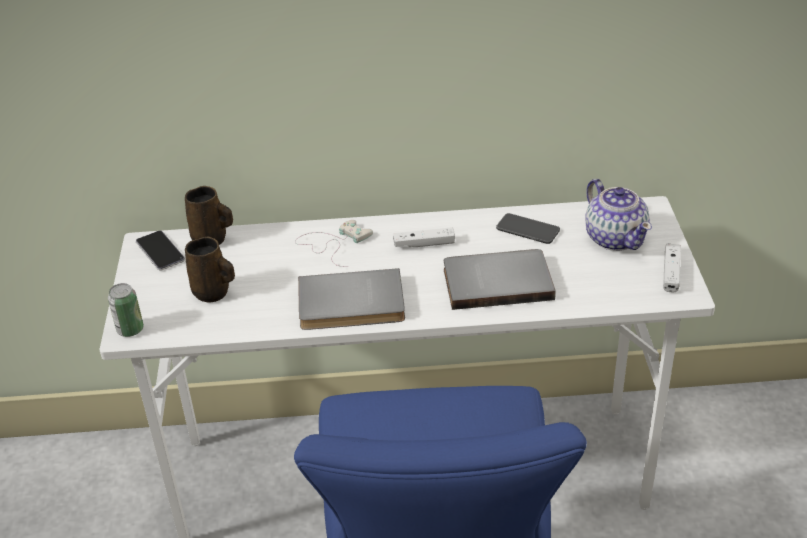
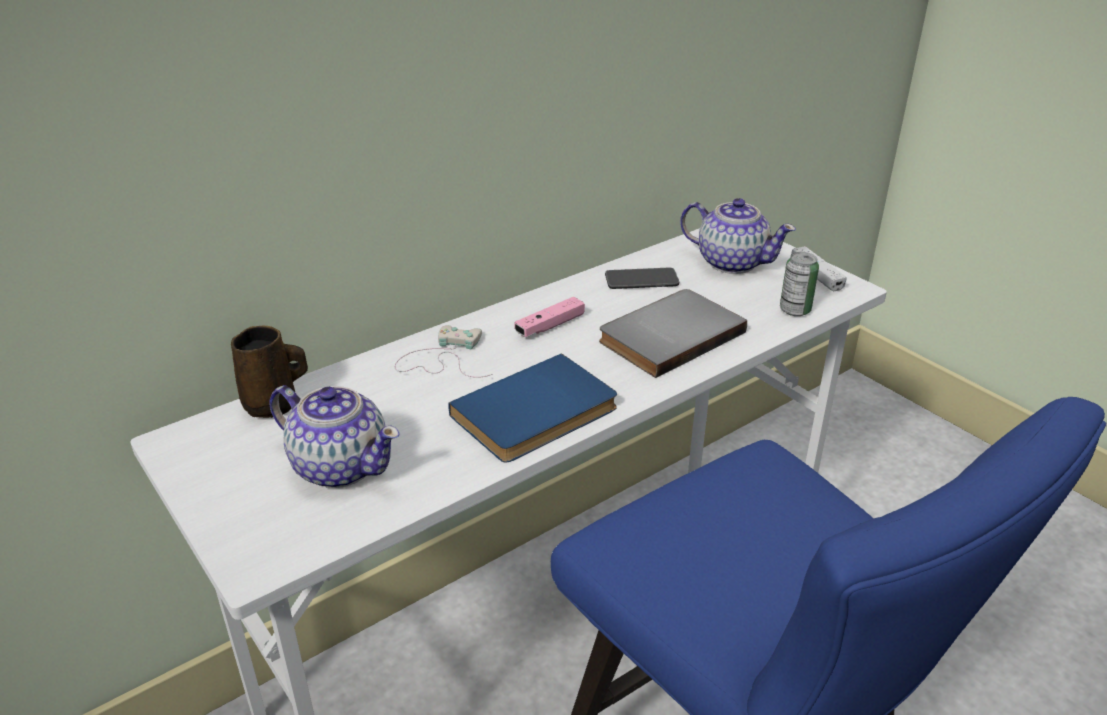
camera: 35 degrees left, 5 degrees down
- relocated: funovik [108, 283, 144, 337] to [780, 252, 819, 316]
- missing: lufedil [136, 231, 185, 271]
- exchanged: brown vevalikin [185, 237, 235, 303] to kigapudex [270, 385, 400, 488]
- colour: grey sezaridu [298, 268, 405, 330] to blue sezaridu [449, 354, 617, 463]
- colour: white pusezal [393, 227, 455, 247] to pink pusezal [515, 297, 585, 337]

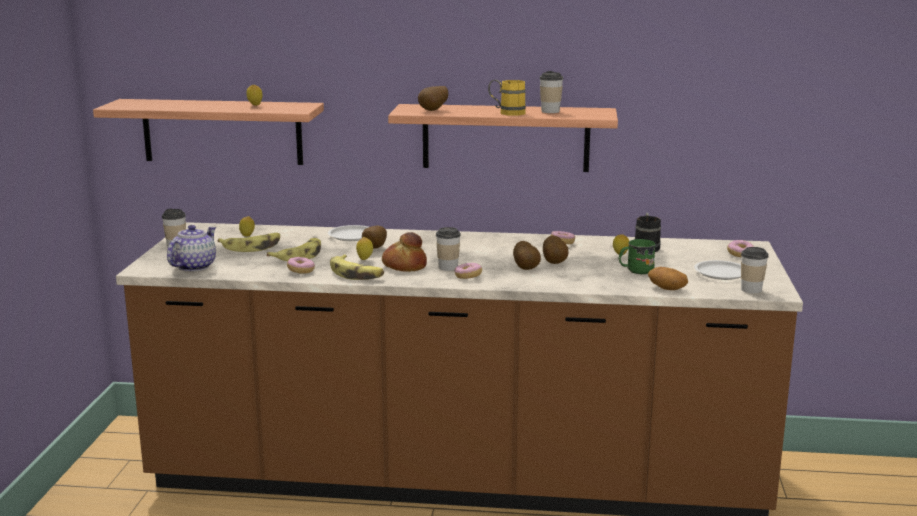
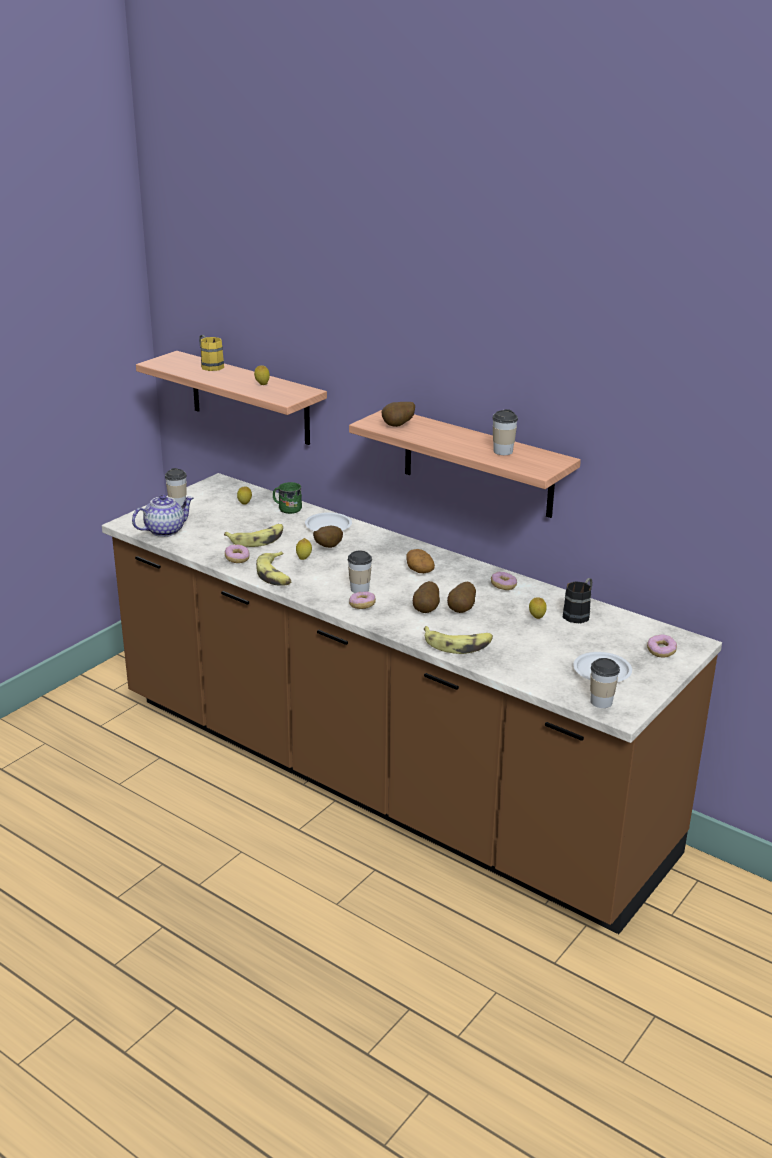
camera: 30 degrees right, 10 degrees up
- relocated: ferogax [218, 233, 280, 252] to [424, 626, 493, 654]
- missing: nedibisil [382, 232, 427, 272]
- relocated: yellow vevalikin [488, 80, 526, 116] to [199, 335, 224, 371]
- relocated: green vevalikin [618, 239, 656, 274] to [273, 482, 302, 514]
- relocated: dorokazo [648, 267, 688, 290] to [406, 549, 435, 573]

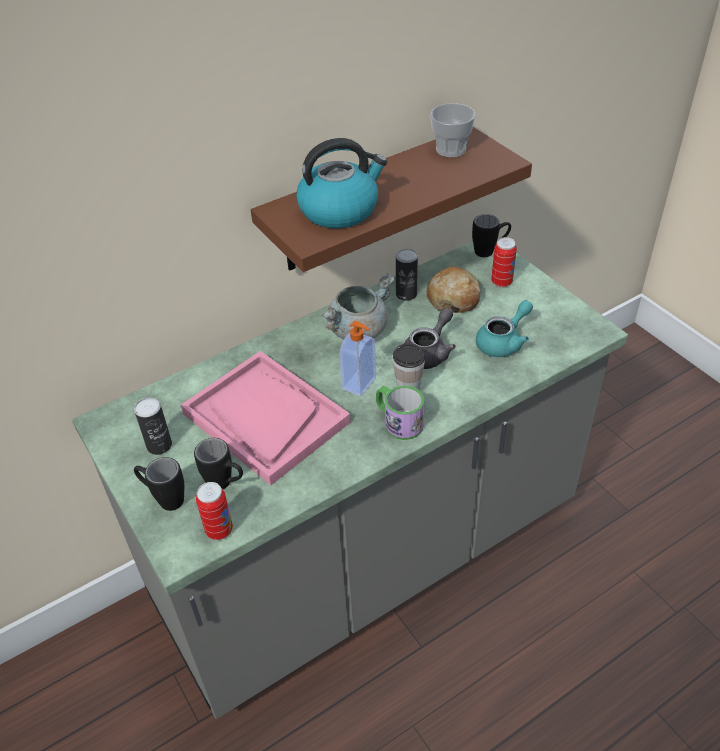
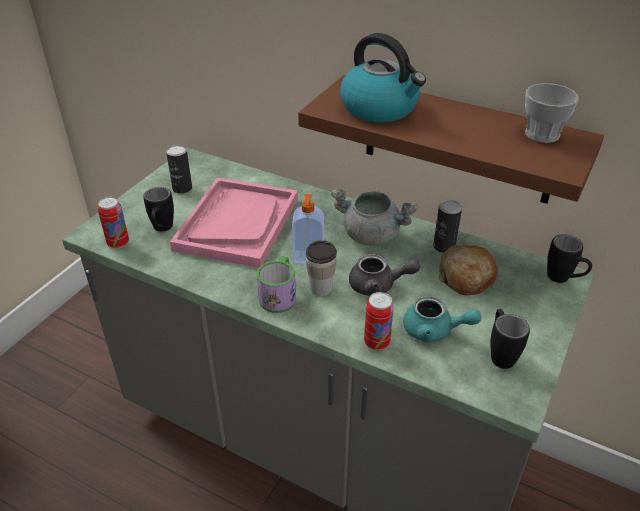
camera: 60 degrees right, 5 degrees down
- relocated: black vevalikin [134, 457, 184, 511] to [490, 309, 530, 369]
- relocated: funovik [491, 237, 517, 288] to [364, 292, 394, 350]

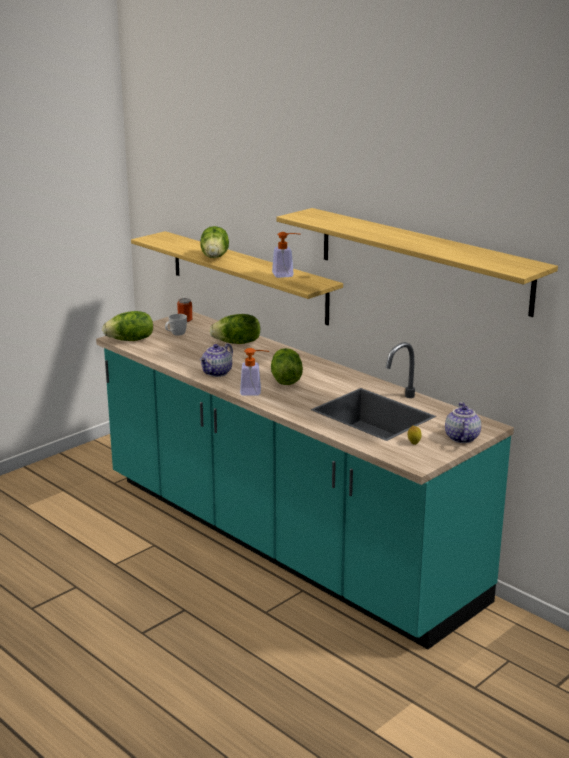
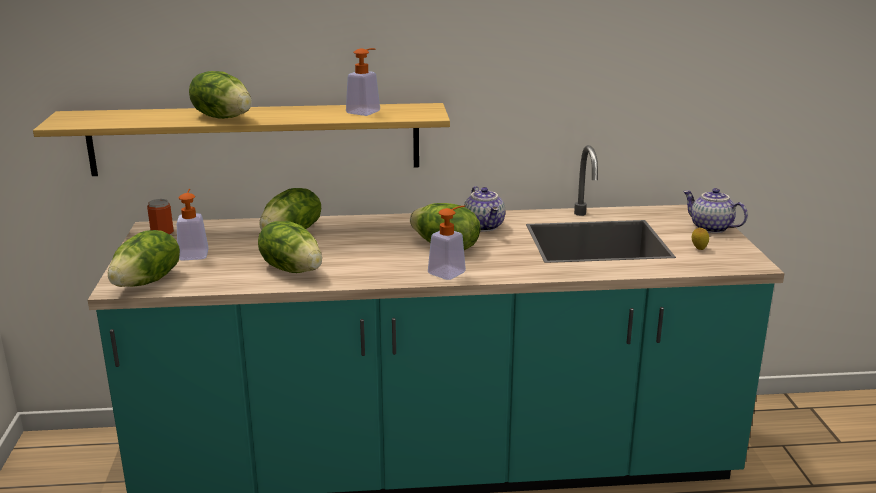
camera: 50 degrees left, 0 degrees up
- exchanged: white vevalikin [165, 314, 187, 336] to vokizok [177, 189, 209, 261]
- relocated: kigapudex [200, 343, 233, 377] to [464, 186, 505, 232]
- missing: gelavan [276, 208, 558, 317]
- appeared: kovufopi [258, 221, 322, 273]

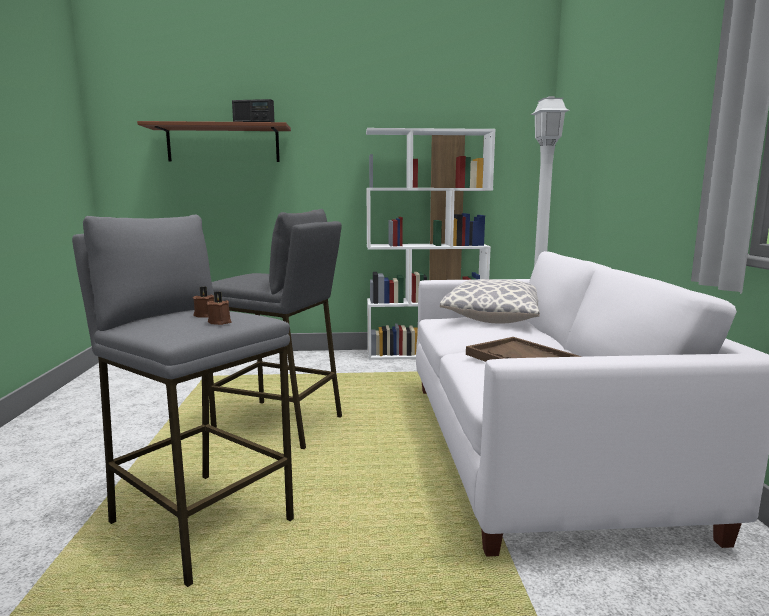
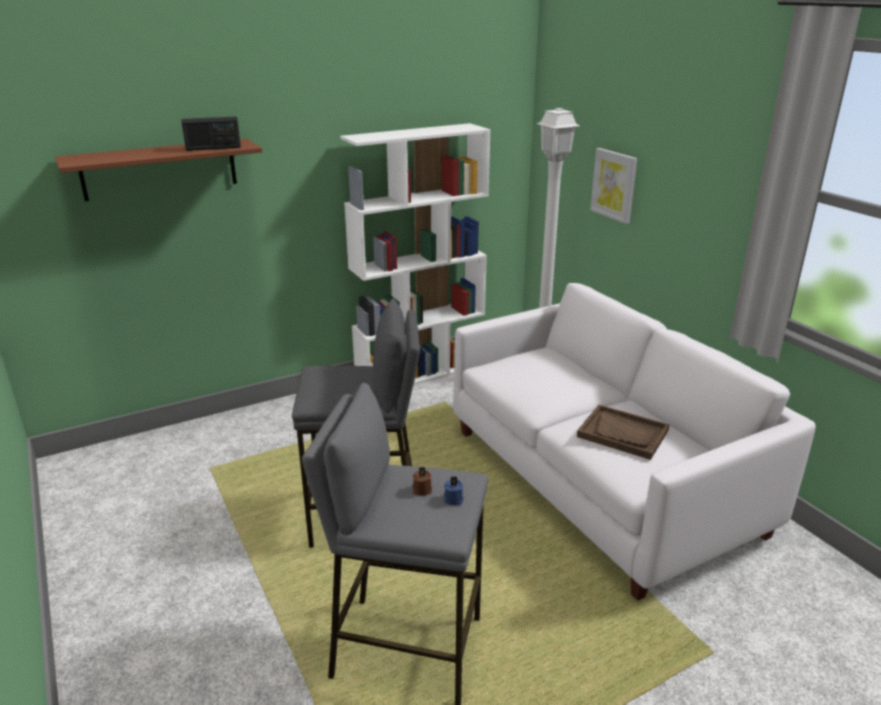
camera: 25 degrees left, 15 degrees up
- colour: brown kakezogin [207, 291, 232, 325] to blue kakezogin [443, 476, 464, 505]
- missing: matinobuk [440, 279, 540, 324]
- appeared: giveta [590, 148, 637, 224]

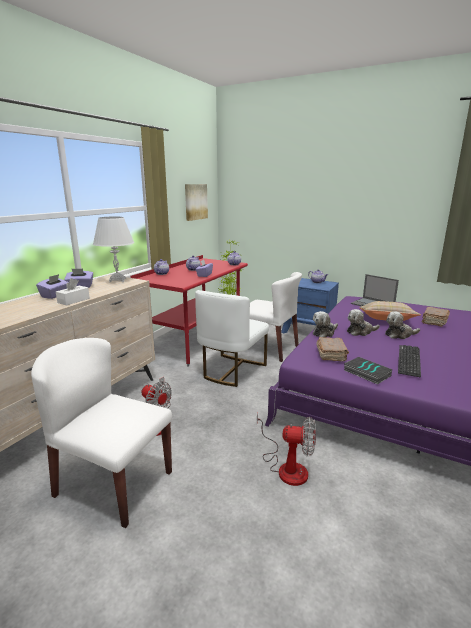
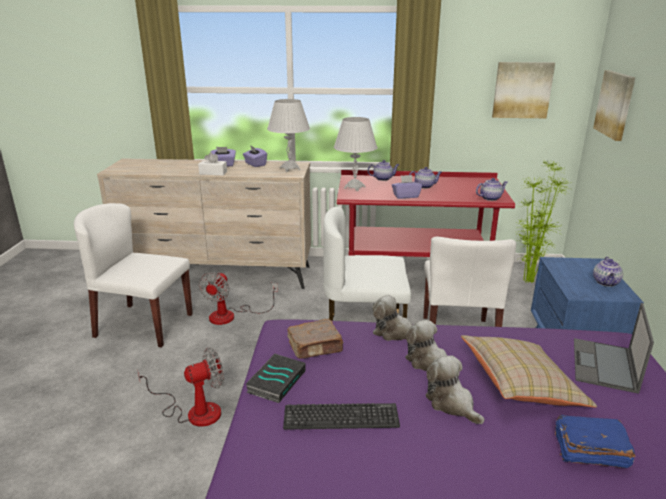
camera: 65 degrees right, 5 degrees up
- spun: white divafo [31, 338, 172, 528] = [74, 203, 193, 348] 75 degrees counterclockwise
- spun: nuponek [257, 413, 316, 486] = [137, 348, 224, 427] 105 degrees counterclockwise
- colour: brown sezaridu [422, 307, 450, 327] to blue sezaridu [555, 415, 635, 468]
- appeared: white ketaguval [334, 117, 378, 191]
- appeared: giveta [593, 70, 635, 141]

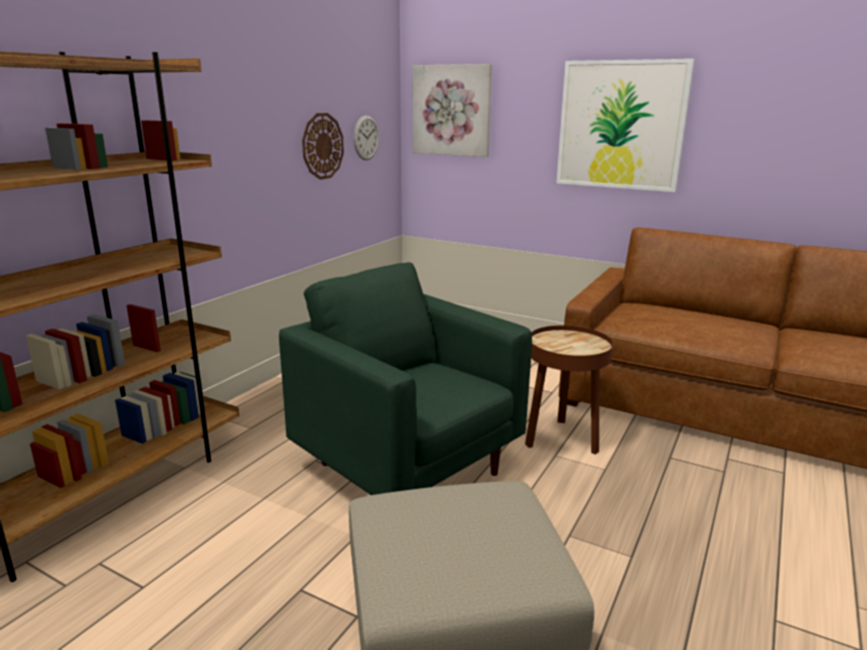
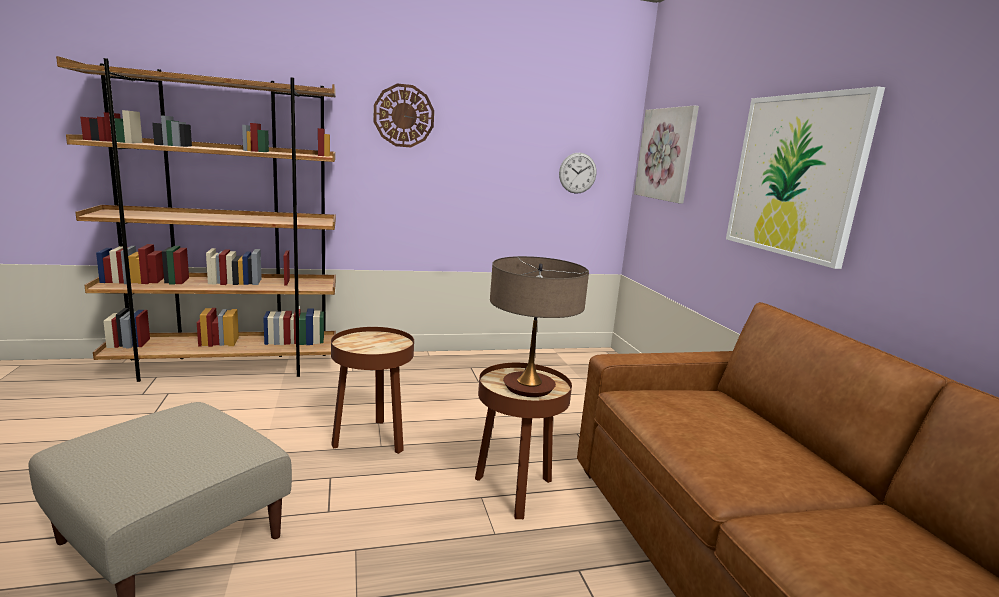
camera: 45 degrees right, 5 degrees down
- exchanged: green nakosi [279, 262, 532, 495] to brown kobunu [331, 327, 414, 454]
- relocated: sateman [302, 113, 344, 180] to [373, 83, 434, 147]
- appeared: ketaguval [490, 256, 589, 397]

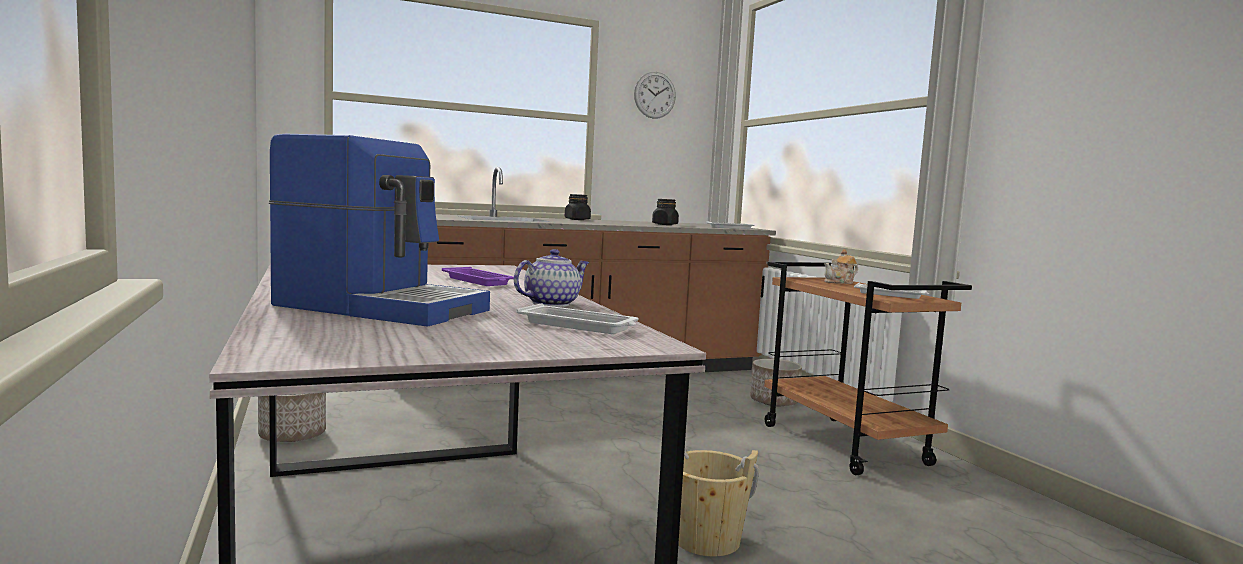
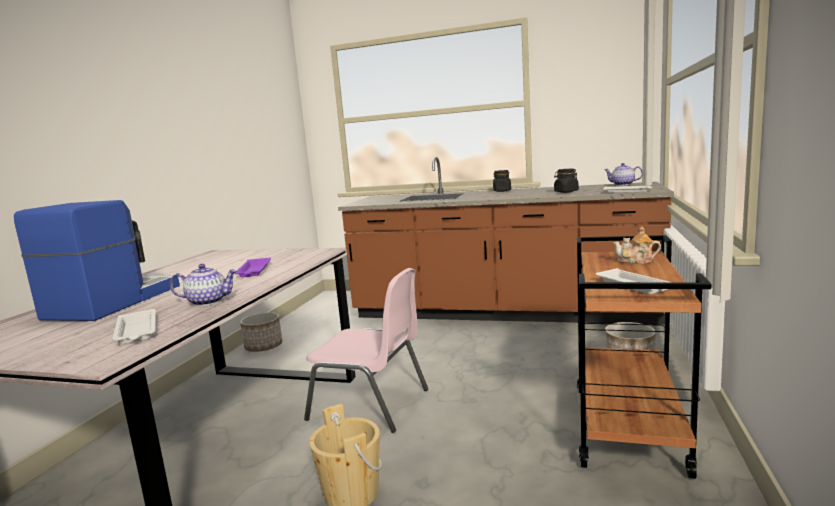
camera: 40 degrees right, 5 degrees up
- spun: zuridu [269, 134, 490, 327] = [14, 200, 180, 321] 135 degrees counterclockwise
- missing: sateman [634, 72, 676, 119]
- appeared: pink divafo [304, 268, 428, 433]
- appeared: kigapudex [605, 163, 643, 186]

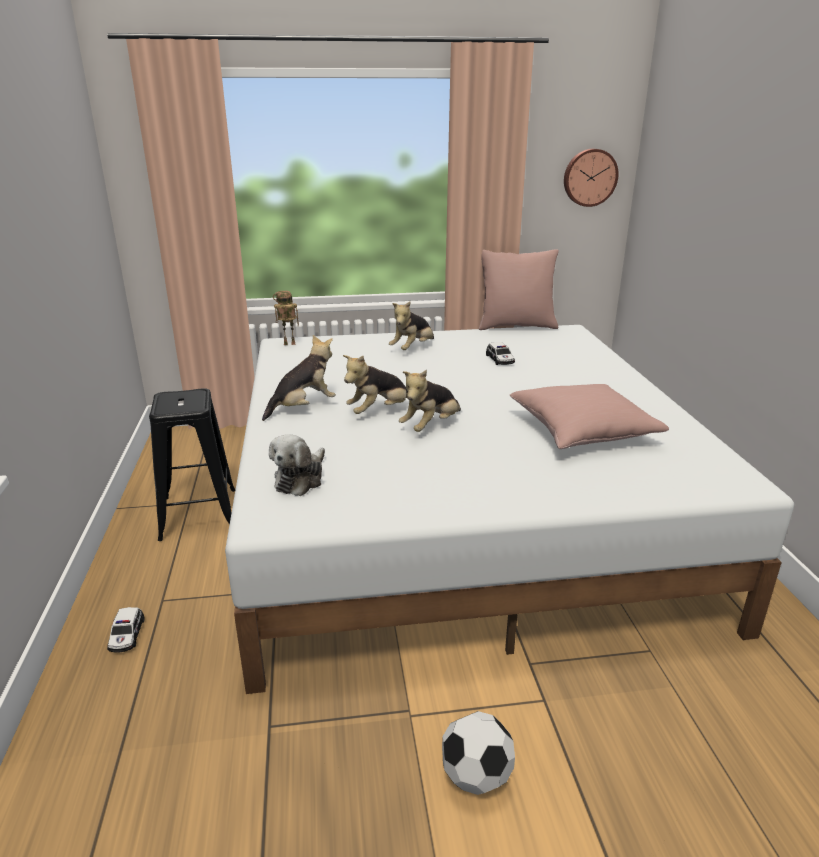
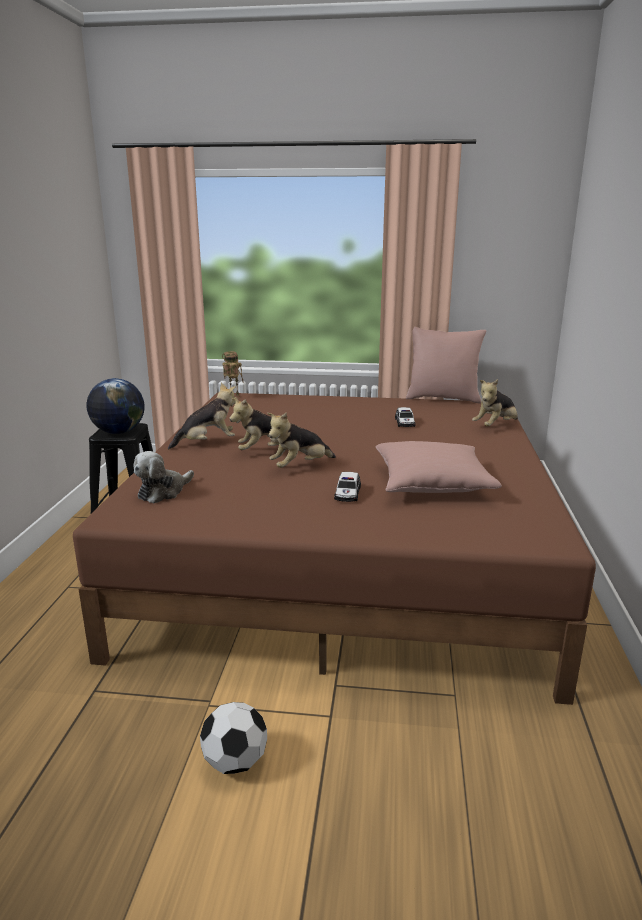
camera: 15 degrees right, 5 degrees down
- relocated: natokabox [107, 607, 145, 653] to [334, 472, 361, 502]
- colour: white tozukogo [225, 325, 794, 694] to brown tozukogo [73, 393, 596, 705]
- relocated: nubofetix [389, 301, 434, 350] to [472, 379, 518, 426]
- missing: sateman [564, 149, 619, 207]
- appeared: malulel [86, 378, 144, 434]

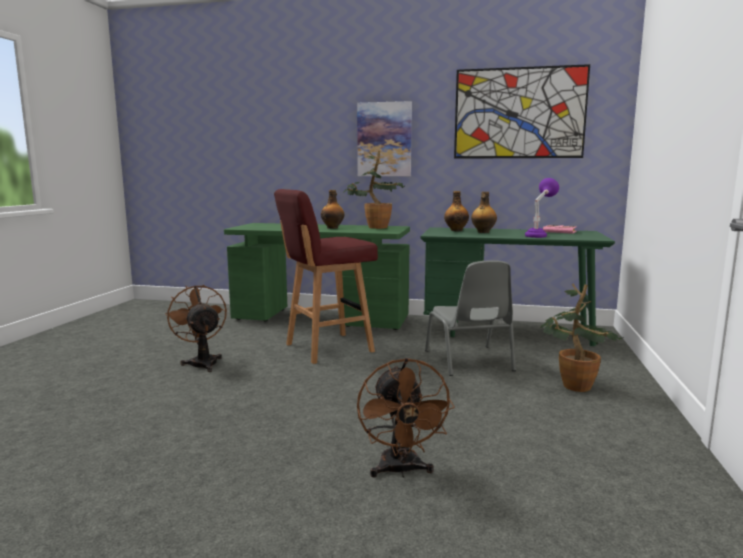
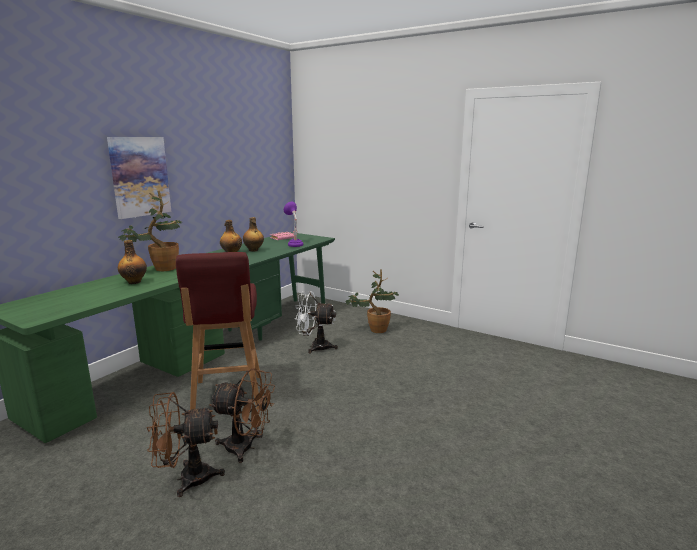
camera: 70 degrees left, 5 degrees up
- relocated: brown nuponek [357, 358, 455, 478] to [210, 368, 275, 463]
- exchanged: grey divafo [425, 260, 516, 376] to white nuponek [295, 291, 338, 353]
- missing: giveta [454, 64, 590, 159]

